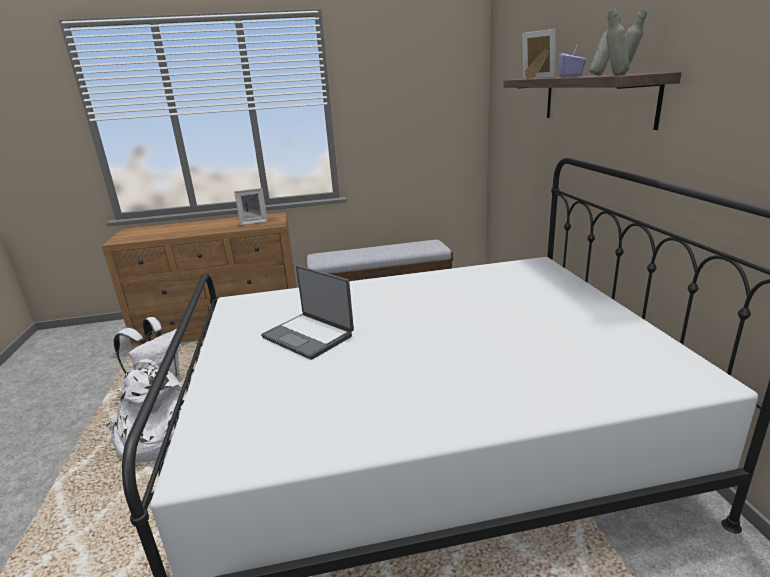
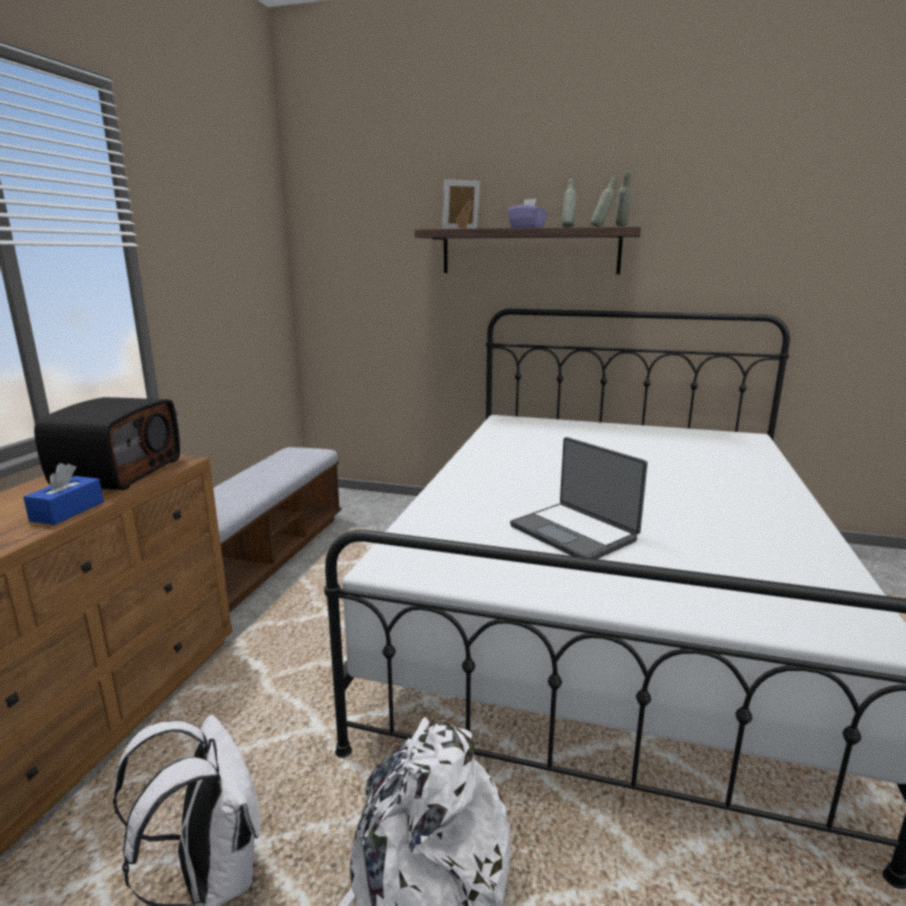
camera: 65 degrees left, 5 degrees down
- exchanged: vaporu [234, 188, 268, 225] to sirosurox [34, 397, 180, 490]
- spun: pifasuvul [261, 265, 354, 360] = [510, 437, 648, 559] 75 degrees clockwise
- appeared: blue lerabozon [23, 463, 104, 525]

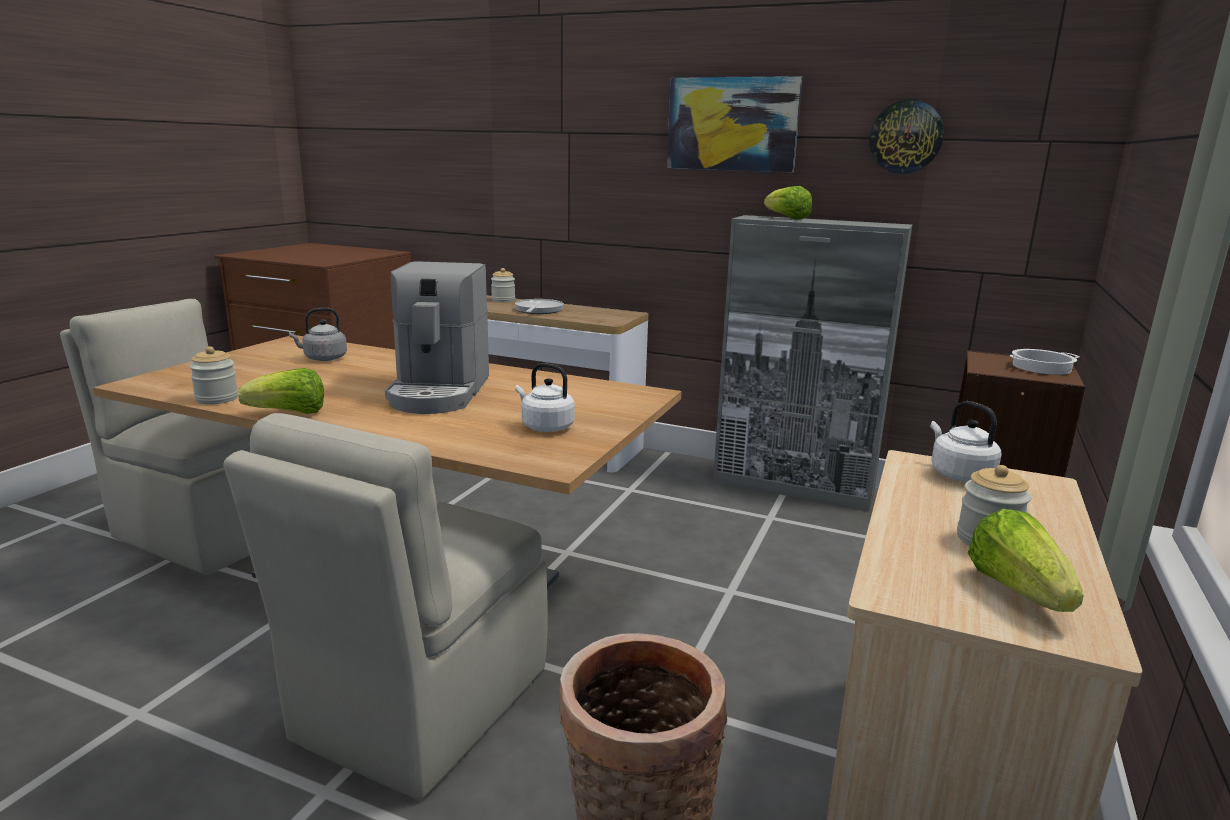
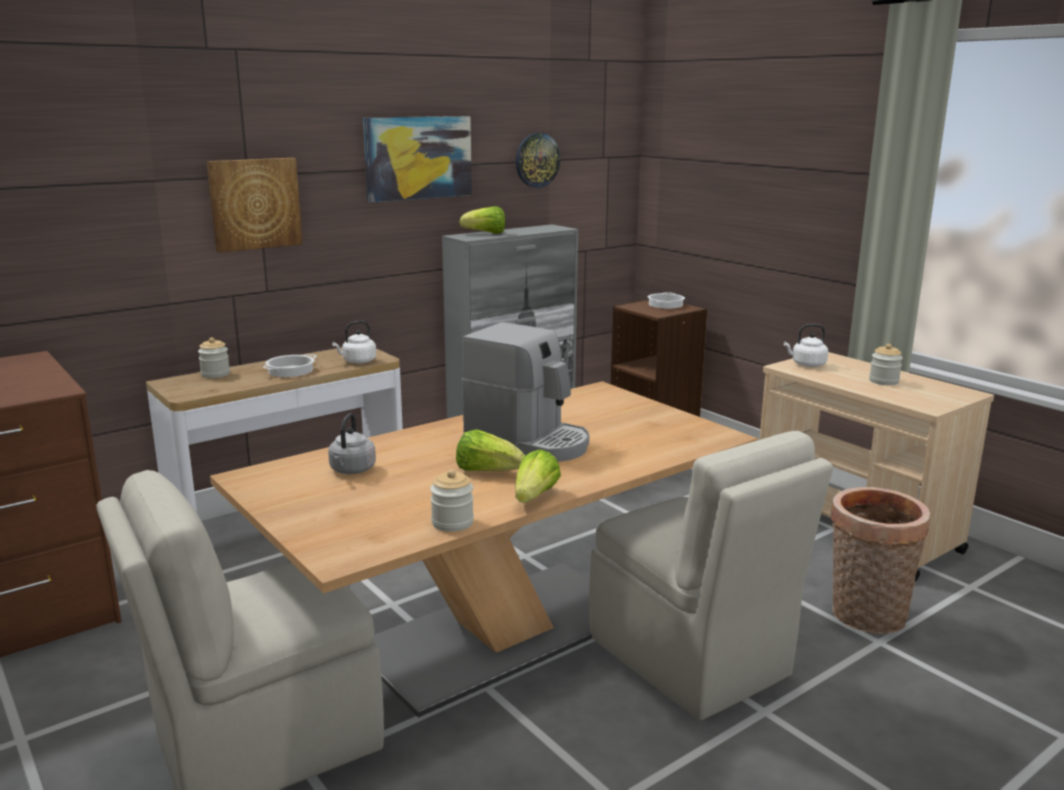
camera: 60 degrees left, 0 degrees up
- exchanged: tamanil [515, 299, 564, 314] to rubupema [263, 354, 317, 377]
- relocated: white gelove [515, 363, 575, 432] to [332, 321, 376, 364]
- relocated: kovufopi [968, 509, 1084, 612] to [456, 429, 525, 471]
- appeared: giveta [207, 158, 302, 253]

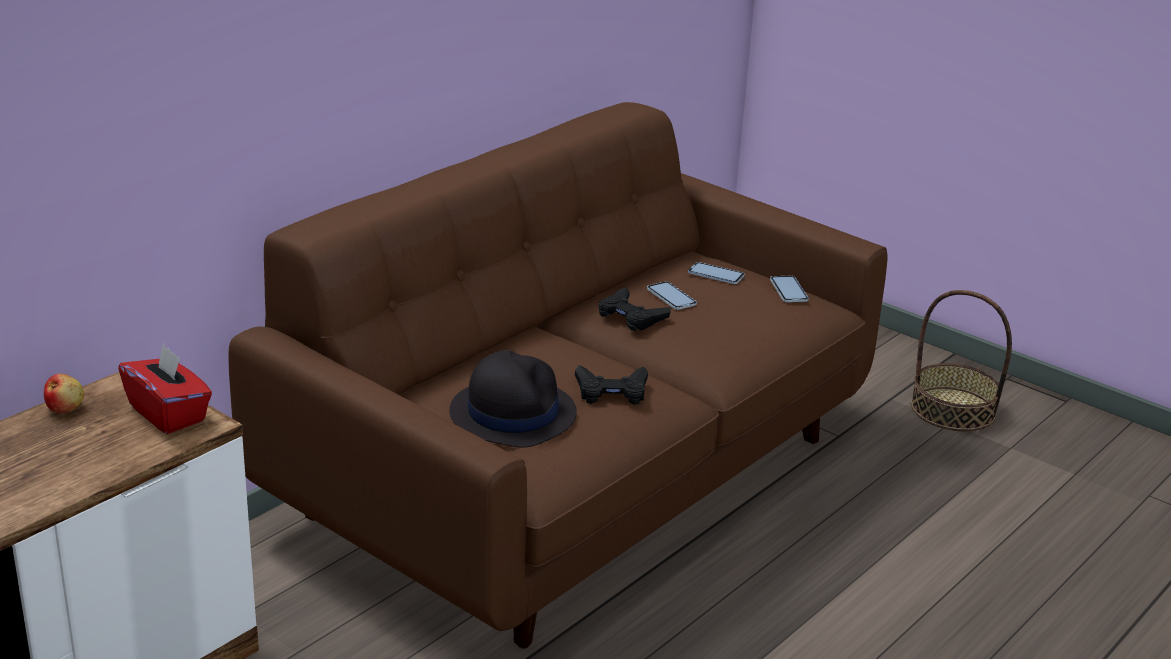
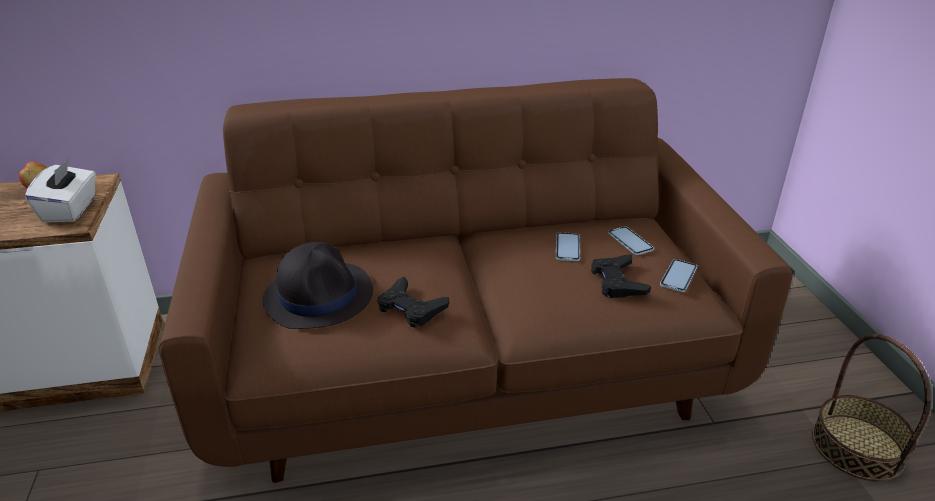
camera: 40 degrees right, 5 degrees up
- colour: red lerabozon [118, 343, 212, 434] to white lerabozon [25, 158, 96, 223]
- relocated: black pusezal [598, 287, 671, 331] to [591, 254, 651, 298]

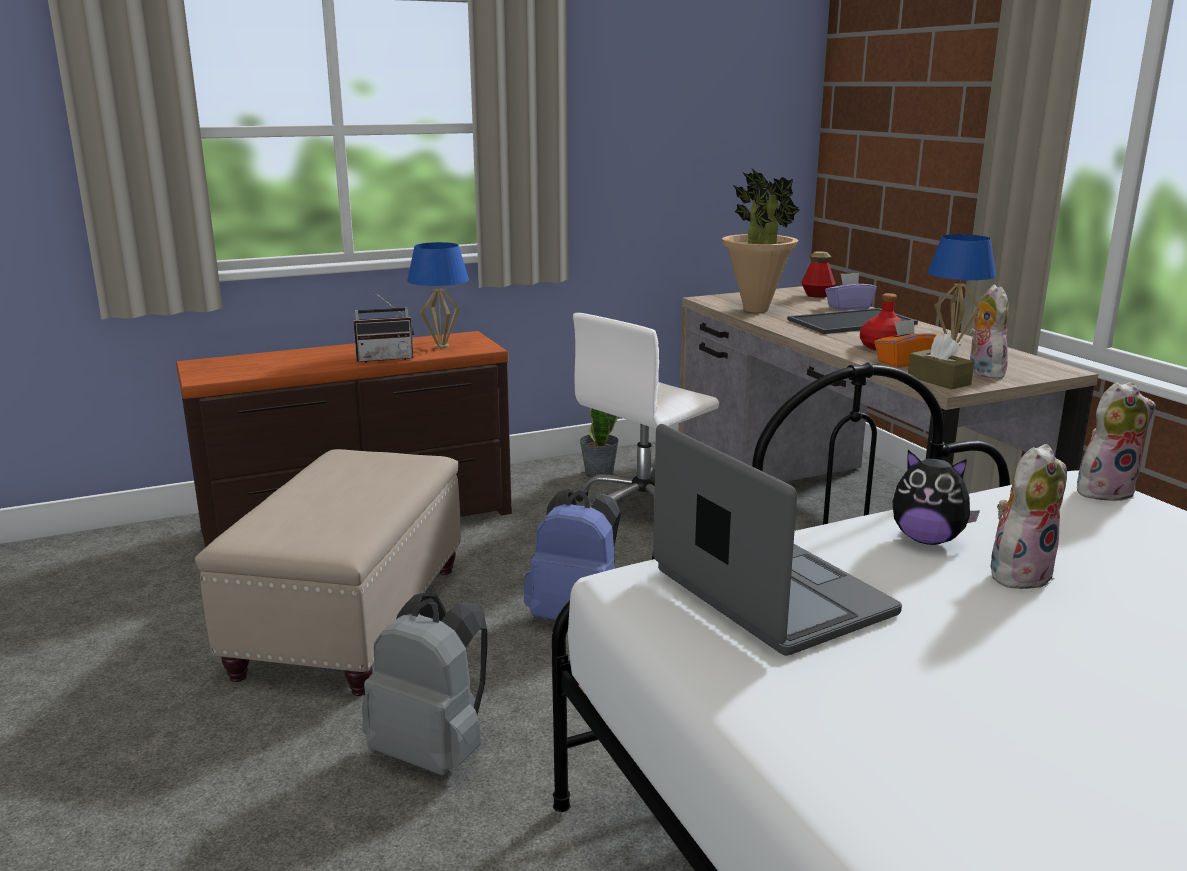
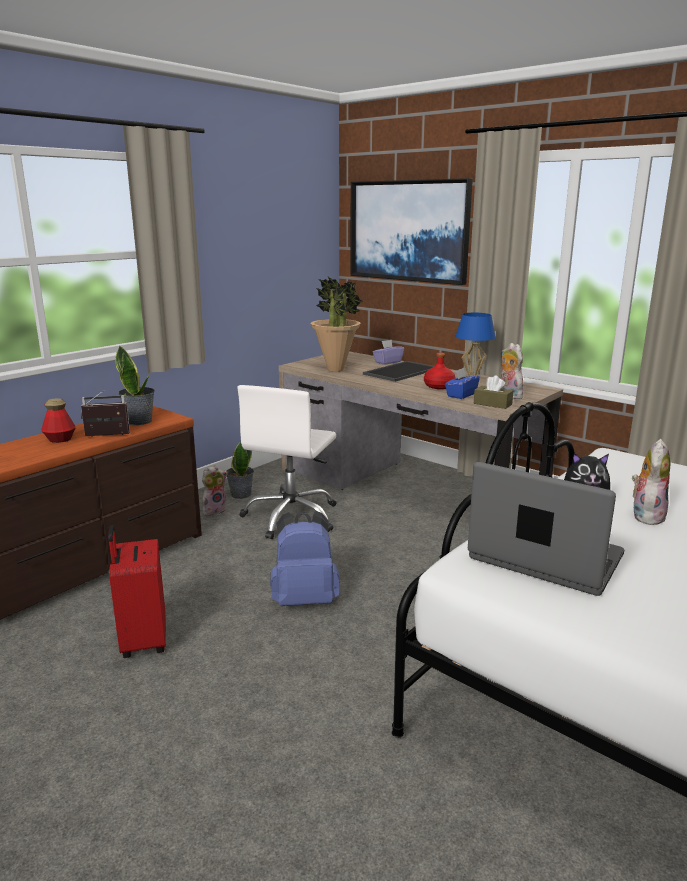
camera: 25 degrees left, 0 degrees up
- exchanged: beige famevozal [195, 449, 461, 696] to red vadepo [108, 525, 166, 658]
- spun: sirosurox [353, 291, 414, 363] = [81, 390, 130, 437] 150 degrees counterclockwise
- missing: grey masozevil [362, 593, 488, 775]
- exchanged: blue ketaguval [407, 242, 469, 348] to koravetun [115, 345, 155, 425]
- relocated: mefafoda [801, 251, 836, 298] to [42, 398, 76, 443]
- colour: orange lerabozon [874, 319, 938, 368] to blue lerabozon [445, 368, 480, 399]
- relocated: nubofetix [1077, 382, 1156, 501] to [202, 465, 227, 516]
- appeared: giveta [350, 178, 473, 285]

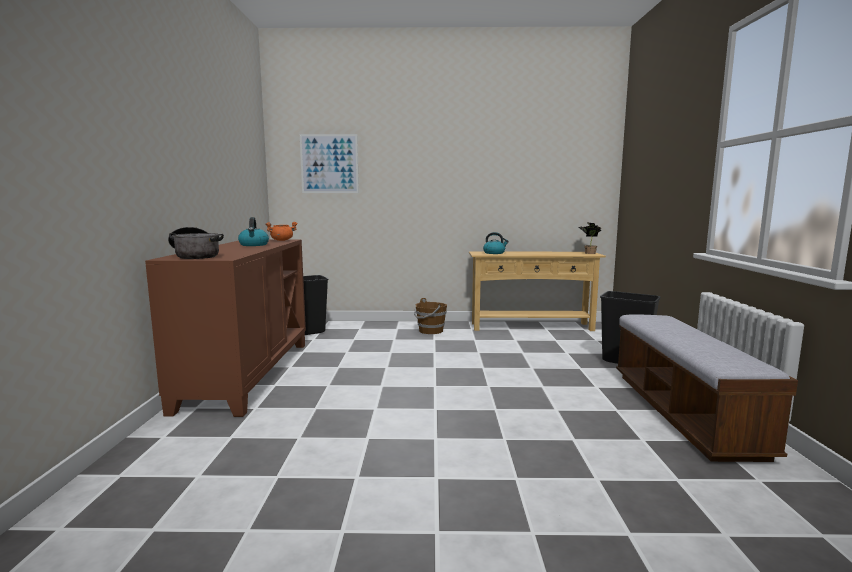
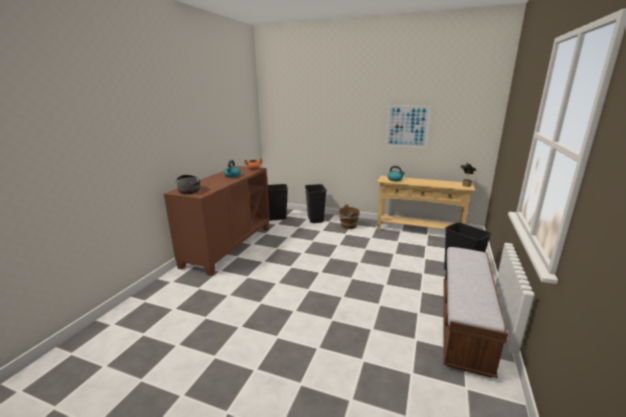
camera: 20 degrees right, 10 degrees up
- relocated: giveta [300, 134, 359, 193] to [385, 105, 431, 148]
- appeared: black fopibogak [305, 184, 327, 223]

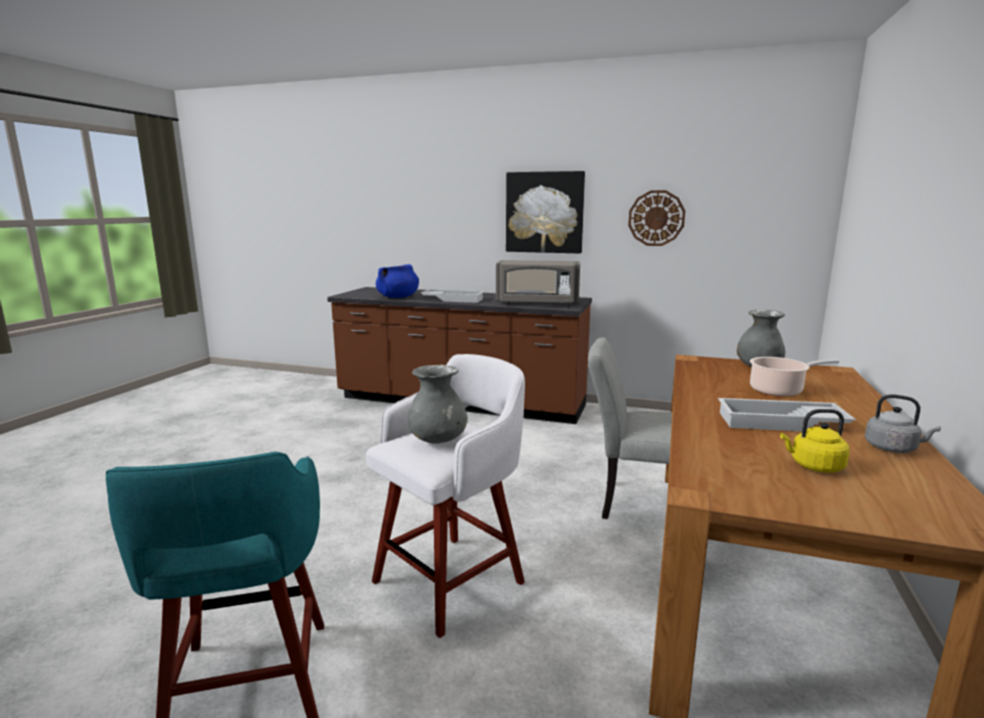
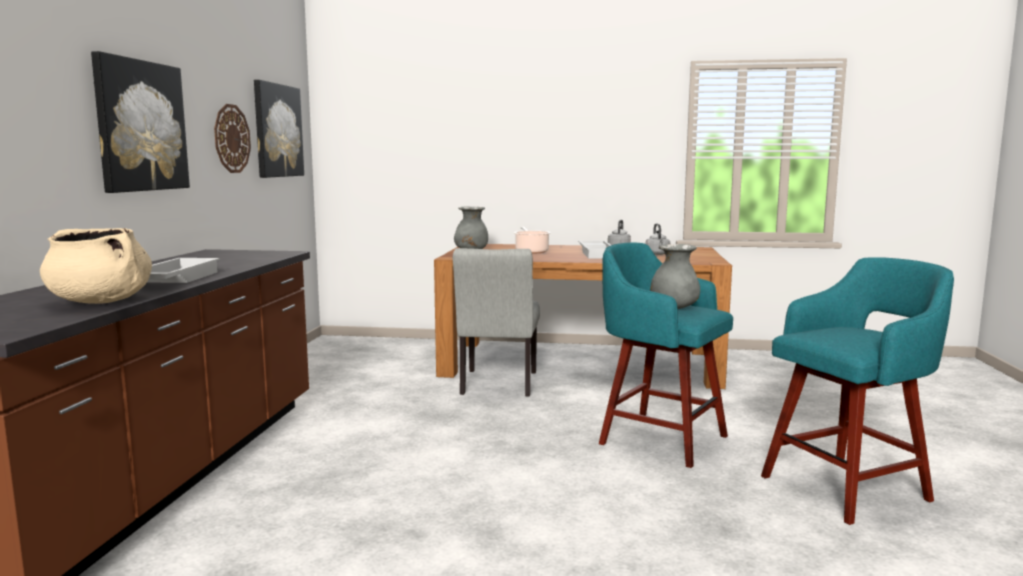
camera: 100 degrees left, 5 degrees down
- colour: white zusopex [366, 354, 525, 638] to turquoise zusopex [599, 243, 733, 468]
- colour: blue rubupema [376, 264, 419, 298] to beige rubupema [40, 228, 152, 304]
- missing: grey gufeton [496, 260, 580, 306]
- colour: yellow gelove [780, 409, 850, 473] to grey gelove [645, 224, 670, 255]
- appeared: giveta [254, 80, 304, 178]

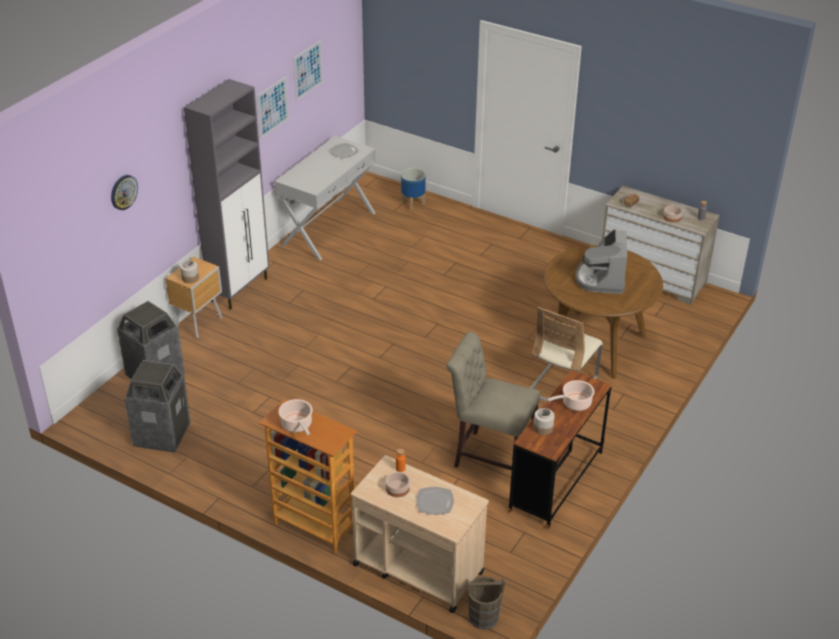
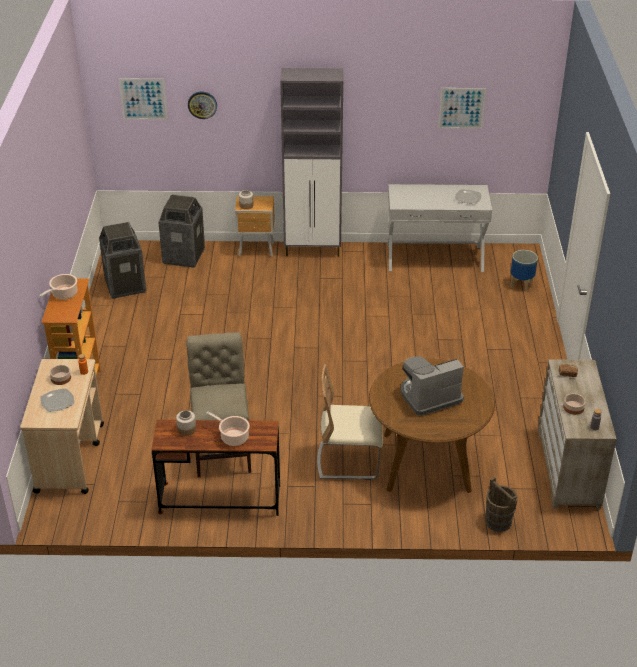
camera: 60 degrees right, 0 degrees up
- relocated: giveta [257, 77, 289, 139] to [119, 79, 168, 120]
- relocated: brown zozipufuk [466, 576, 506, 630] to [486, 478, 518, 532]

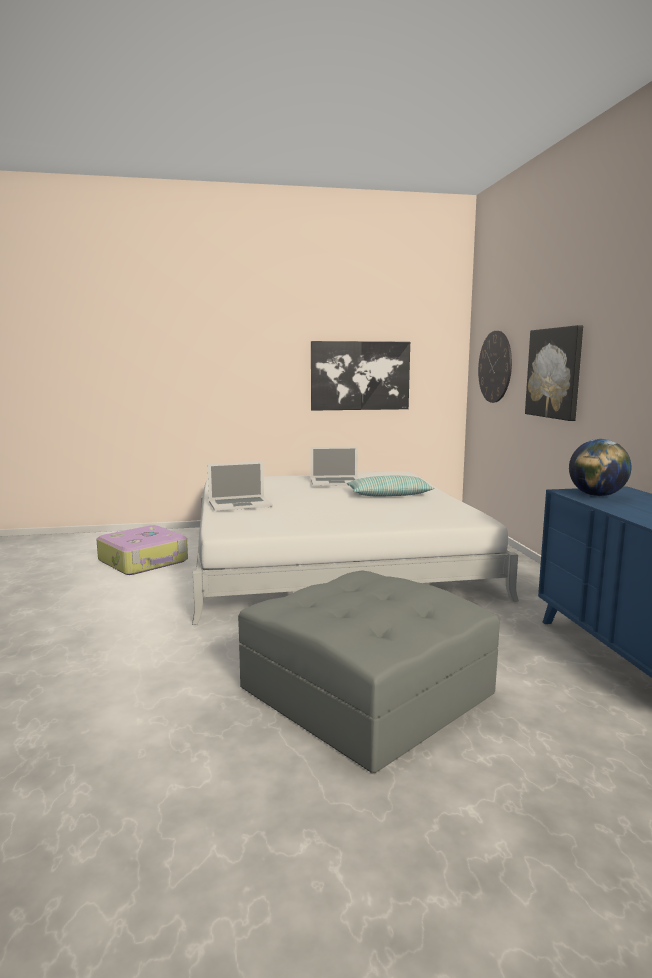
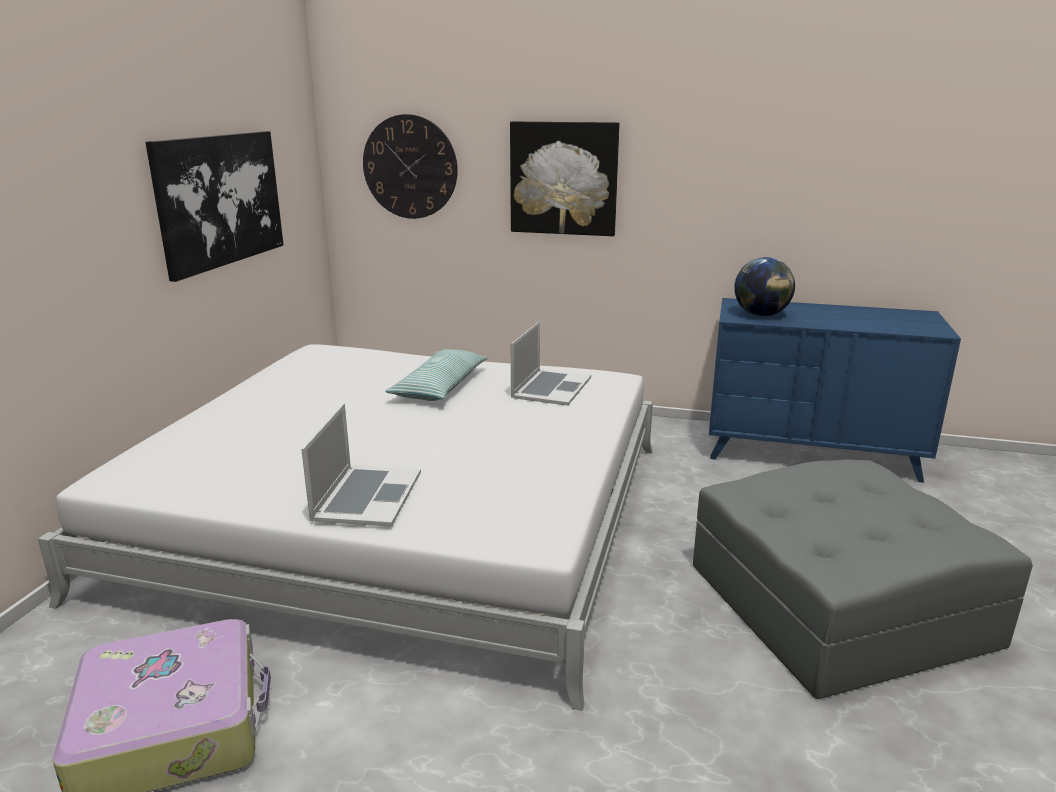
camera: 65 degrees left, 10 degrees up
- relocated: pifasuvul [310, 447, 359, 486] to [511, 321, 591, 406]

